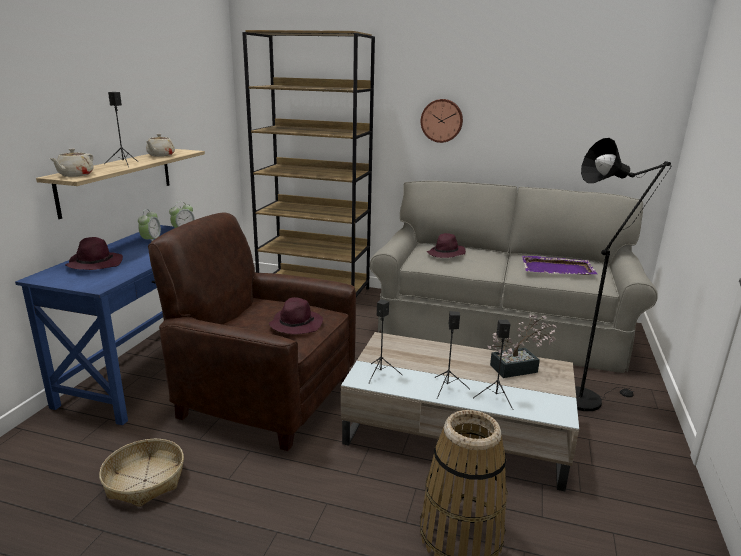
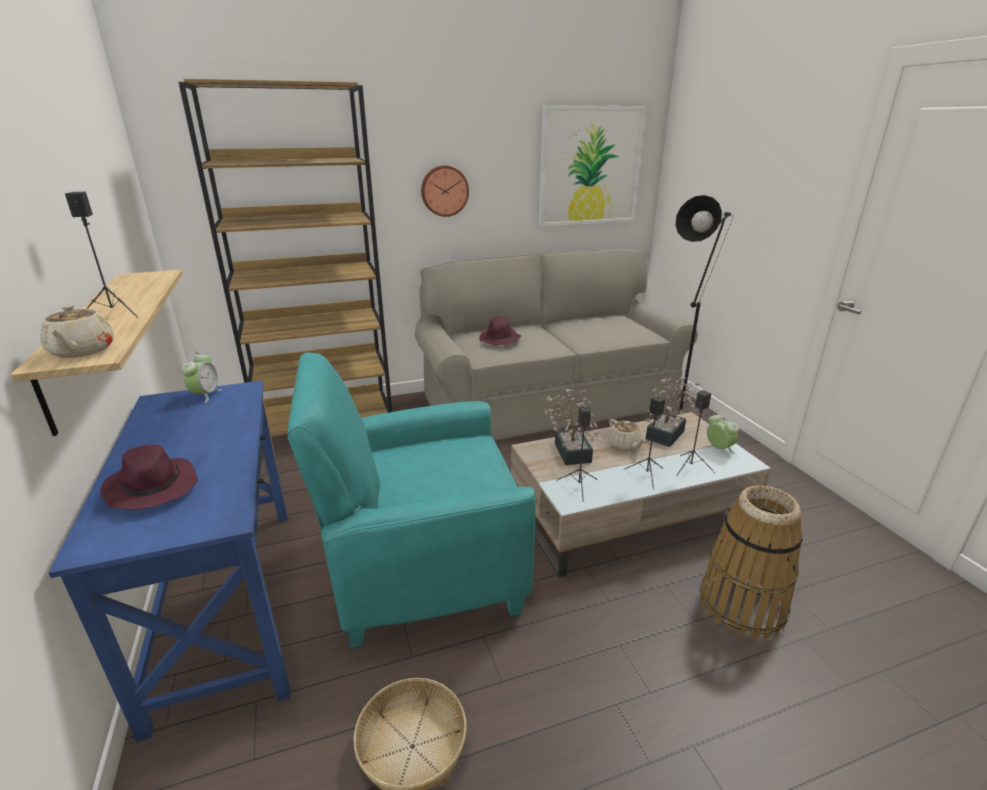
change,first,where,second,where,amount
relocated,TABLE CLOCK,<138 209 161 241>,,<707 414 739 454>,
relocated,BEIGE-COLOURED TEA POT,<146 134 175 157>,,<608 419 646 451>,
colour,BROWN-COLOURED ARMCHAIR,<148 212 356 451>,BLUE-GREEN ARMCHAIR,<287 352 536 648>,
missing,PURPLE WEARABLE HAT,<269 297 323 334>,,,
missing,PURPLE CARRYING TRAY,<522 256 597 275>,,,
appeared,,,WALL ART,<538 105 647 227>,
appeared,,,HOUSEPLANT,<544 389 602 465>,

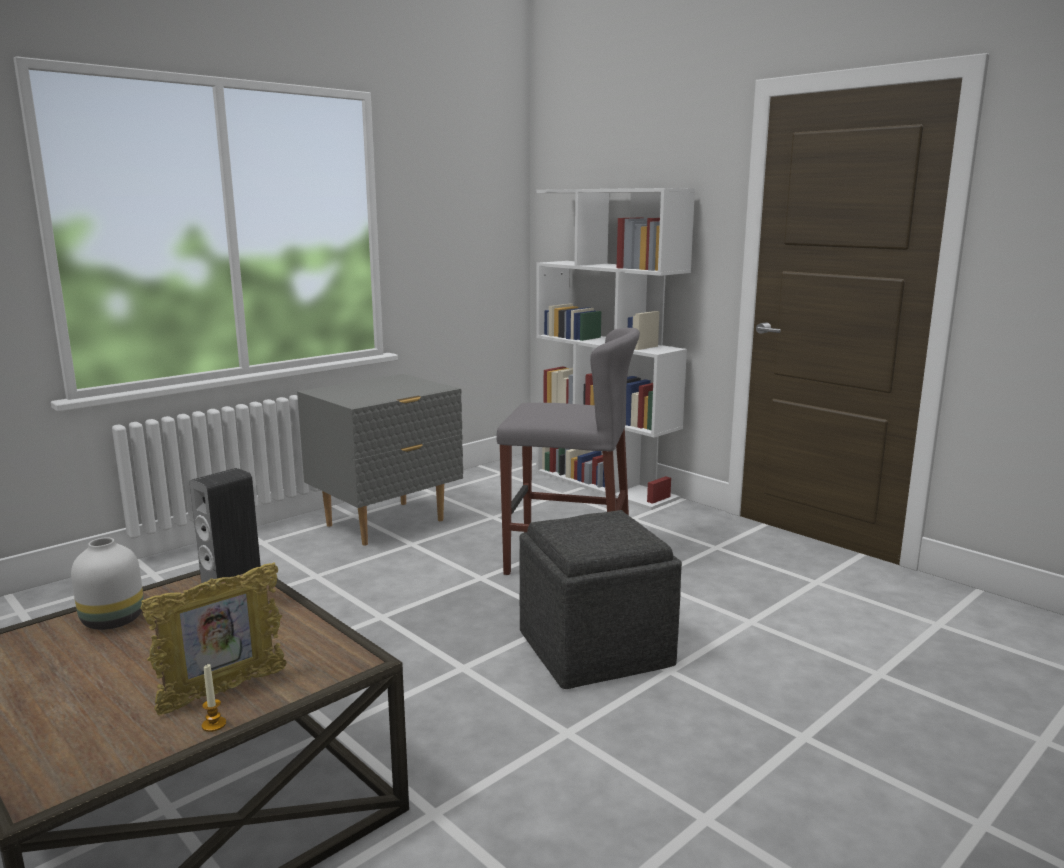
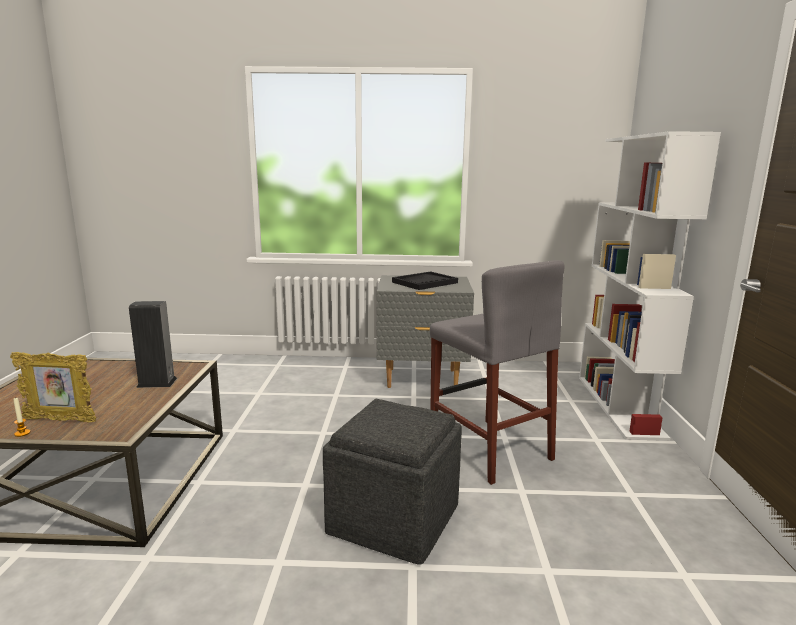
change,first,where,second,where,amount
missing,WHITE DECORATIVE VASE,<71 537 144 630>,,,
appeared,,,BLACK CARRYING TRAY,<392 271 458 290>,

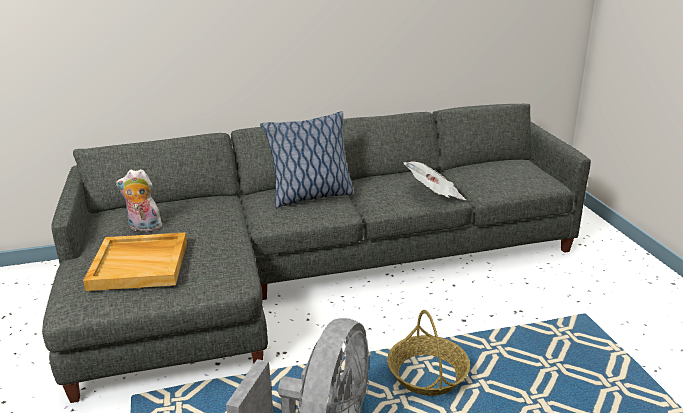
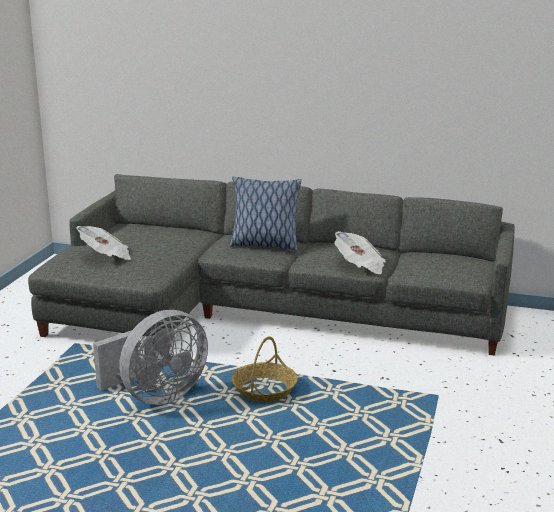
change,first,where,second,where,amount
exchanged,BEIGE-COLOURED CARRYING TRAY,<83 232 187 291>,NEWSPAPER,<76 226 131 260>,
missing,SOFT TOY,<116 169 164 232>,,,

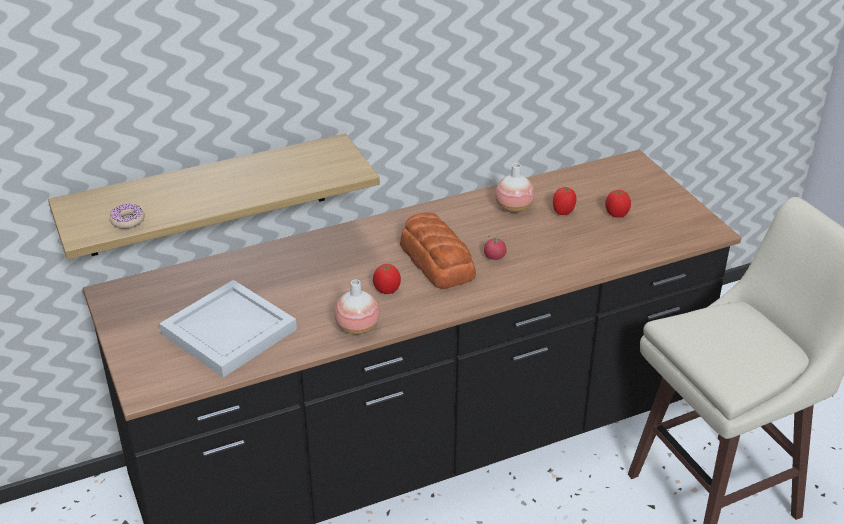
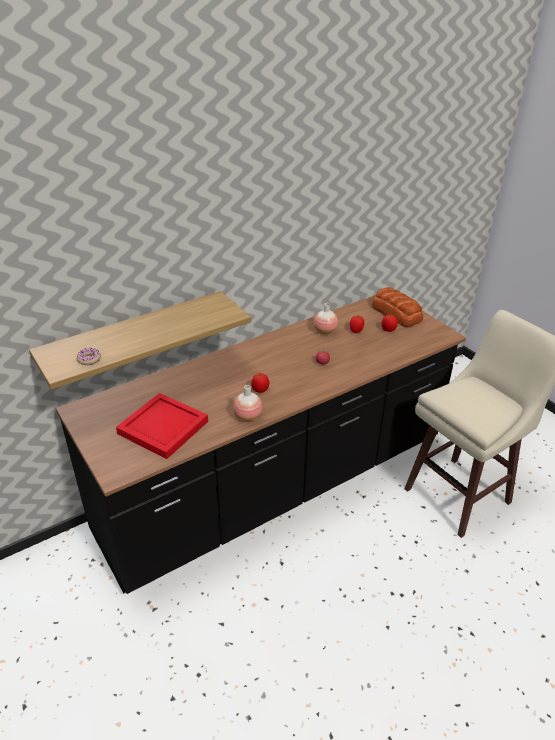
change,first,where,second,where,amount
colour,WHITE CARRYING TRAY,<159 280 297 378>,RED-COLOURED CARRYING TRAY,<116 393 208 459>,
relocated,BAKERY BREAD,<400 212 476 289>,,<372 287 423 327>,

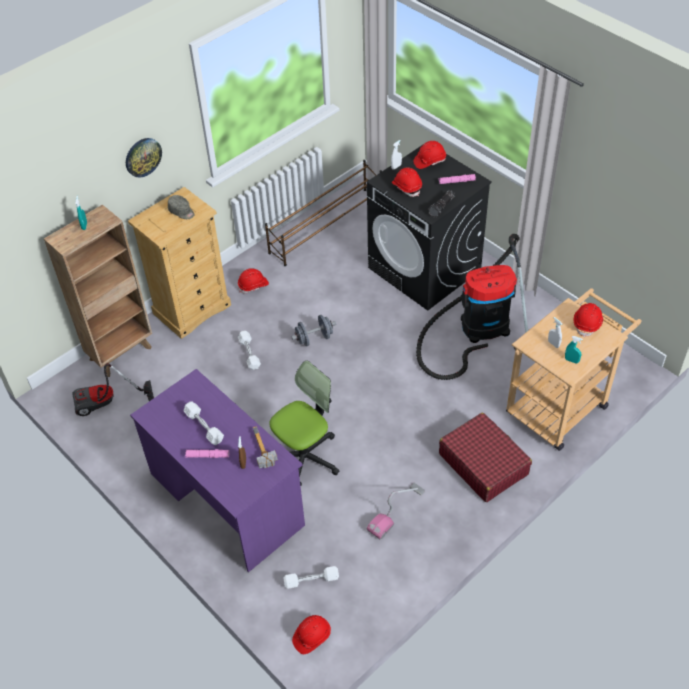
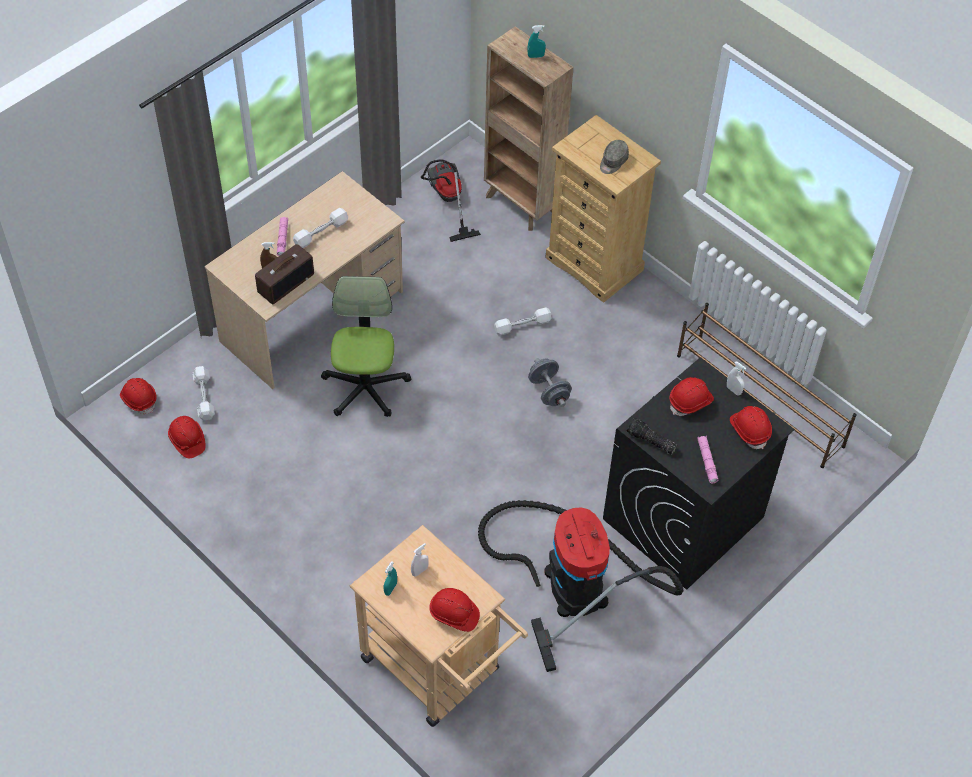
change,first,where,second,where,amount
missing,WALL CLOCK,<126 138 162 178>,,,
colour,PURPLE DESK TABLE,<130 369 305 572>,BEIGE-COLOURED DESK TABLE,<204 171 404 389>,
relocated,RED-COLOURED HARD HAT,<238 268 269 293>,,<168 416 206 458>,
exchanged,HAND HAMMER,<253 426 278 469>,RADIO,<255 244 314 304>,
spun,DESK CHAIR,<269 360 339 486>,,<321 276 411 417>,135 degrees counterclockwise
missing,VACUUM,<367 482 425 540>,,,
missing,RED-COLOURED PIECE OF LUGGAGE,<439 412 532 502>,,,

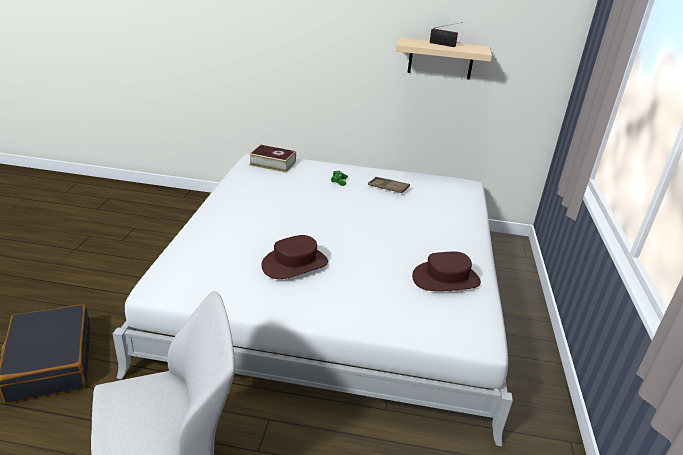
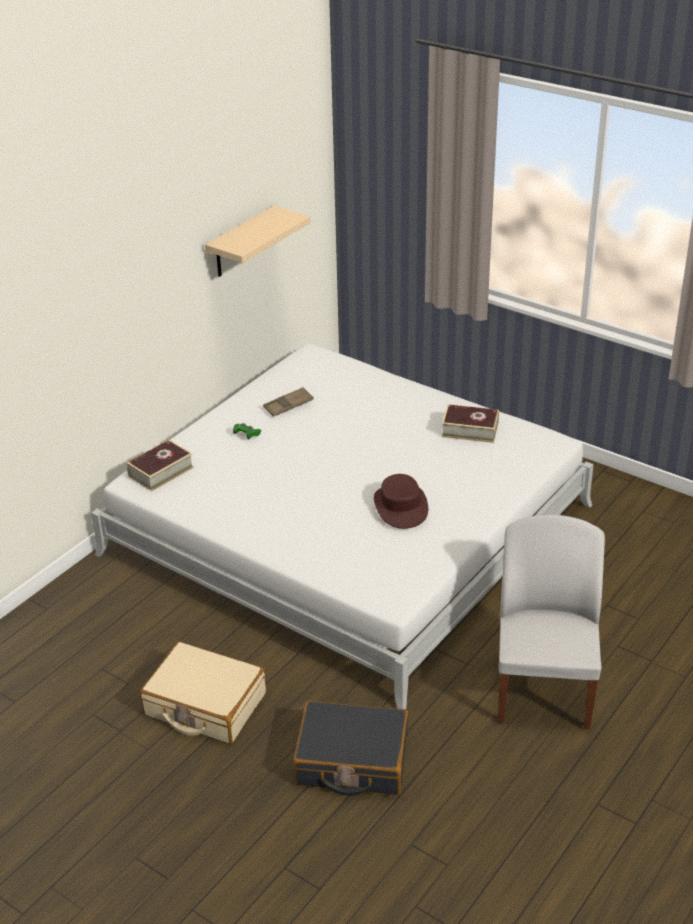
change,first,where,second,where,amount
exchanged,BROWN-COLOURED WEARABLE HAT,<412 252 481 291>,VOLUME,<441 404 499 443>,
missing,RADIO,<430 22 463 47>,,,
appeared,,,BEIGE-COLOURED PIECE OF LUGGAGE,<140 642 266 744>,

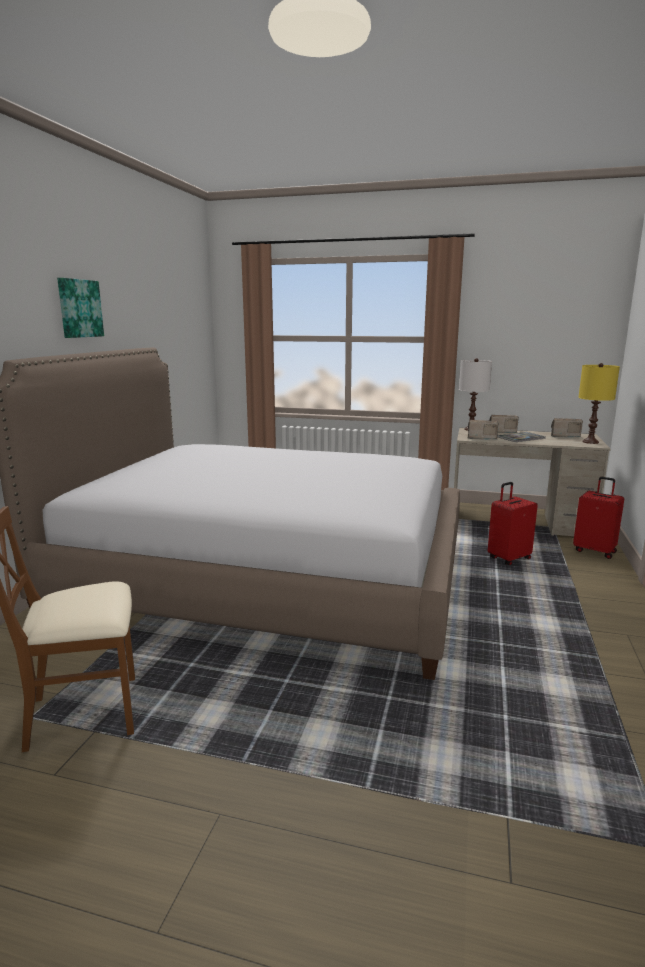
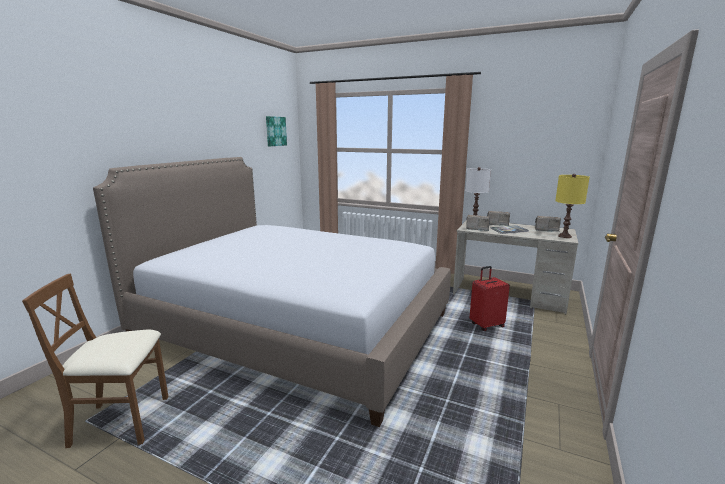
change,first,where,second,where,amount
relocated,WALL ART,<57 278 104 338>,,<266 116 287 146>,
missing,RED-COLOURED PIECE OF LUGGAGE,<573 477 624 559>,,,

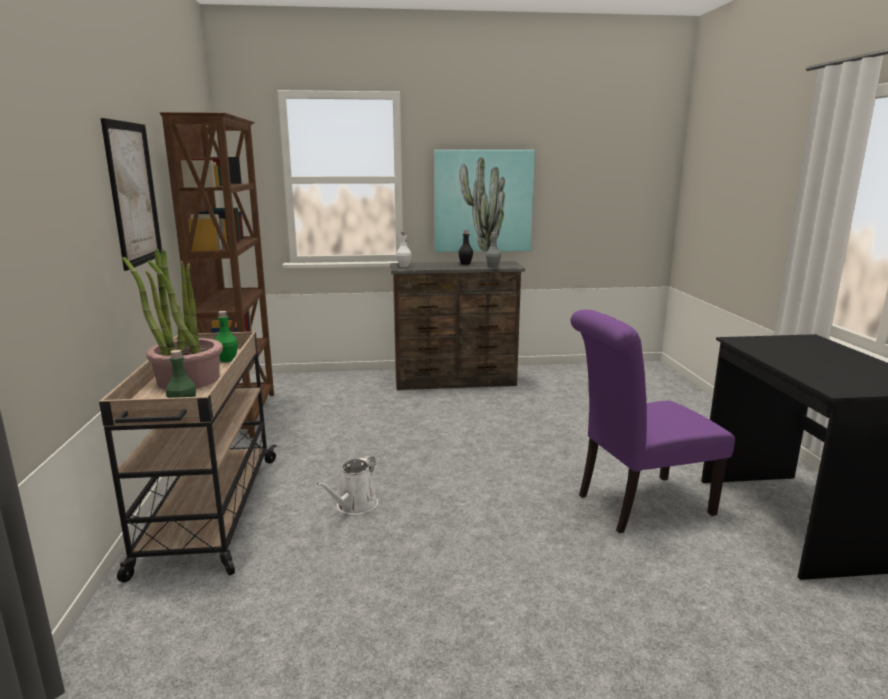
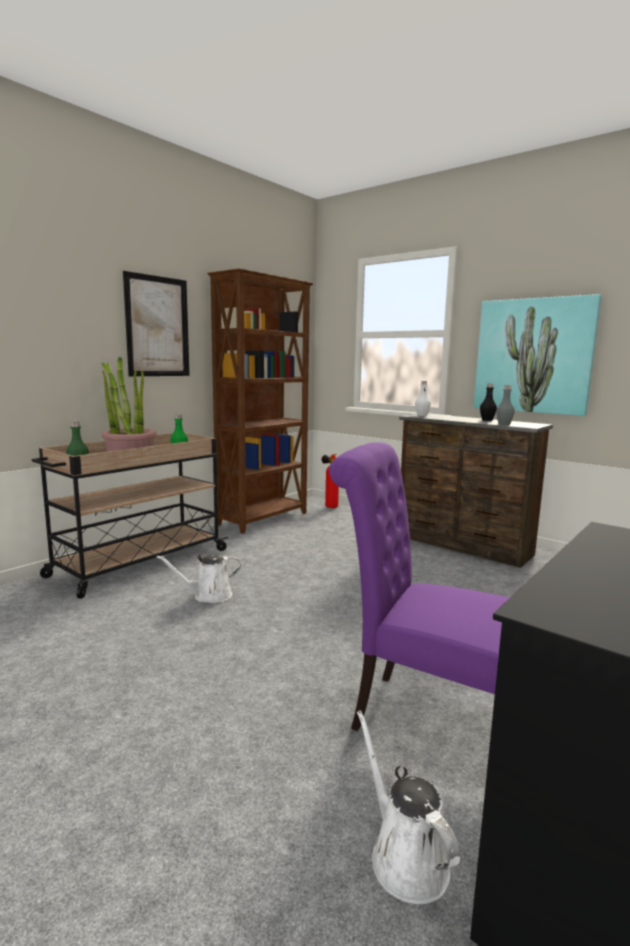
change,first,where,second,where,amount
appeared,,,FIRE-FIGHTING CYLINDER,<322 454 339 508>,
appeared,,,WHITE WATERING POT,<357 710 460 904>,

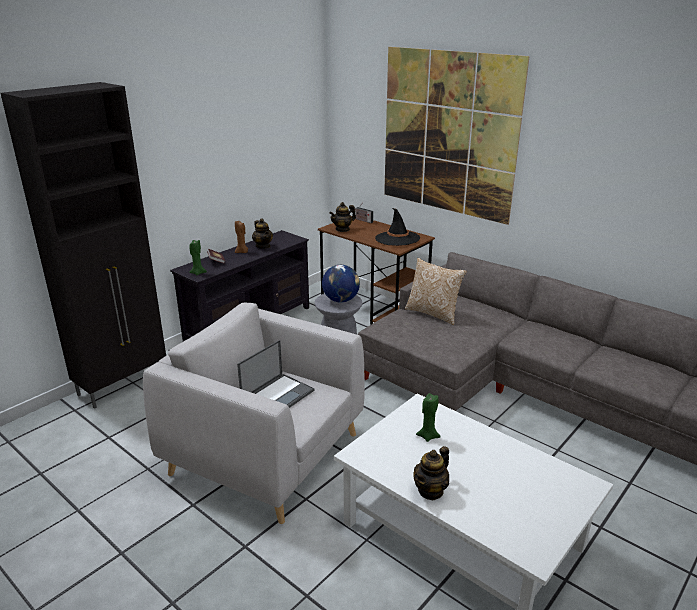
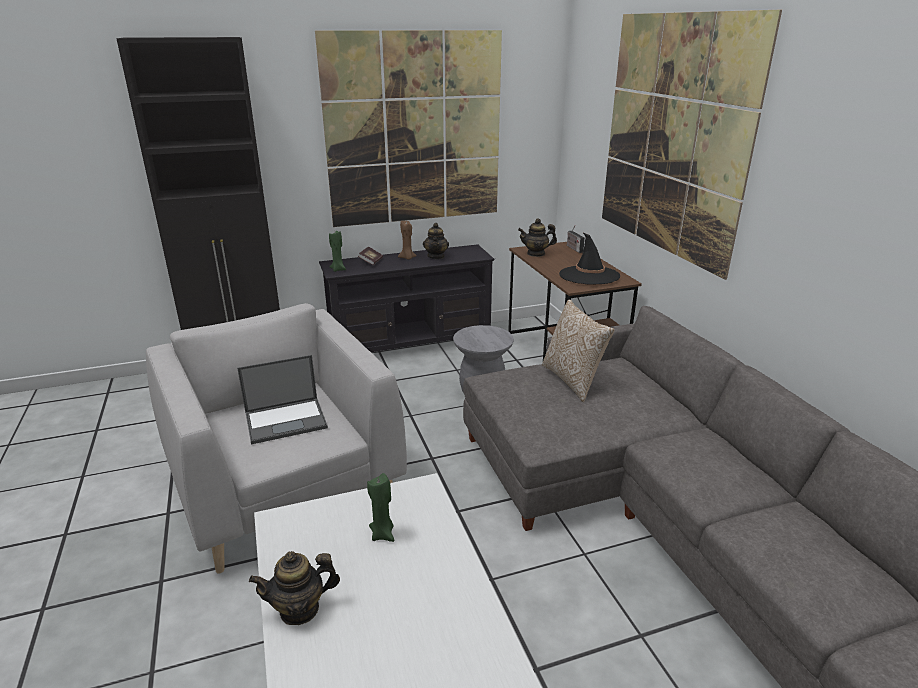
change,first,where,second,where,amount
missing,GLOBE,<322 265 360 302>,,,
appeared,,,WALL ART,<315 30 502 227>,

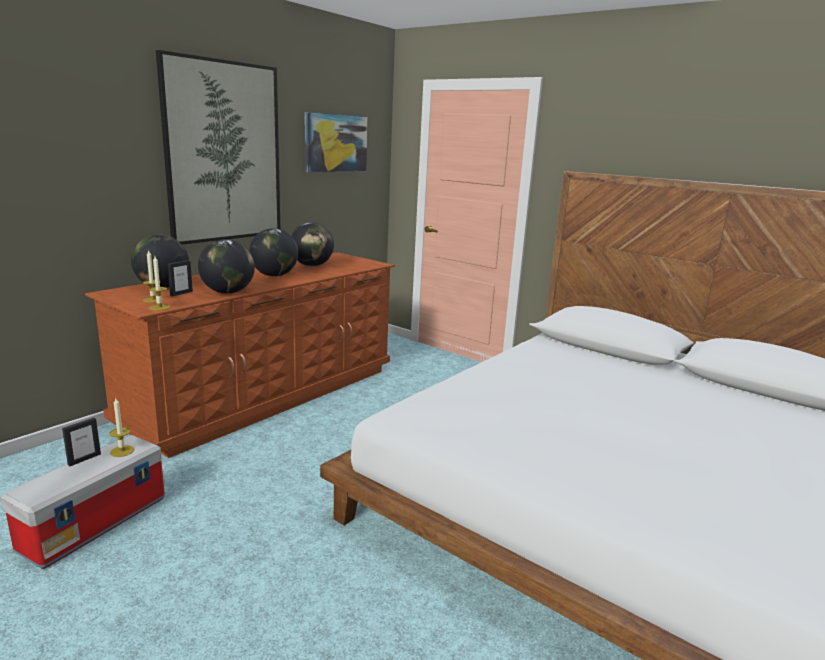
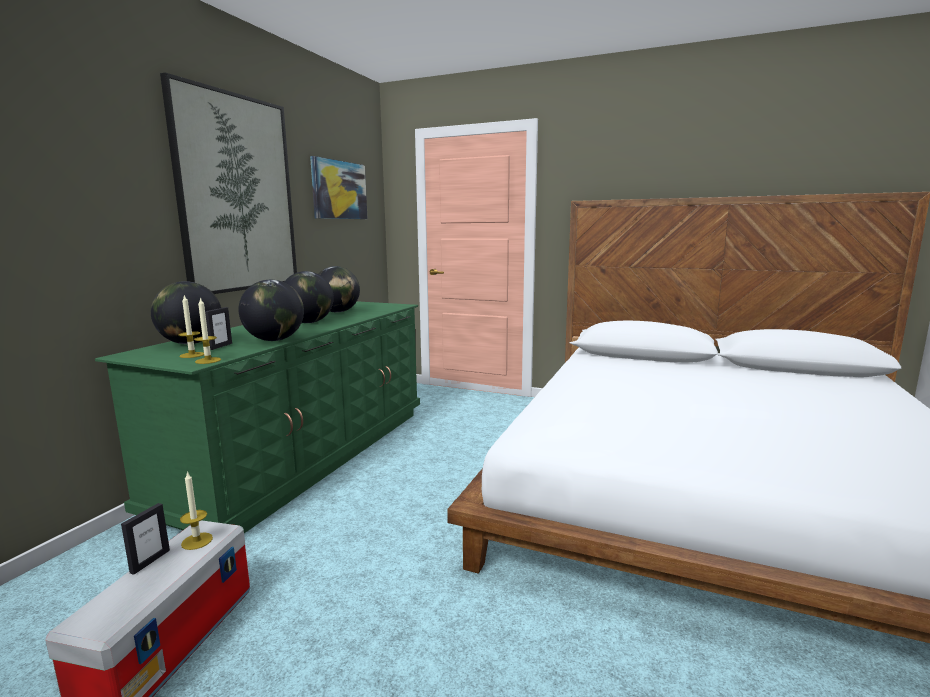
change,first,where,second,where,amount
colour,BROWN-COLOURED CHEST OF DRAWERS,<85 252 395 458>,GREEN-COLOURED CHEST OF DRAWERS,<95 301 420 533>,

